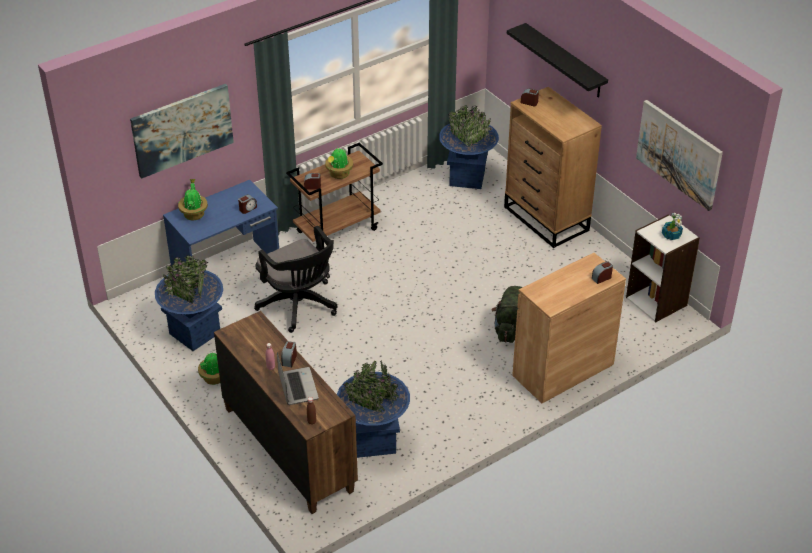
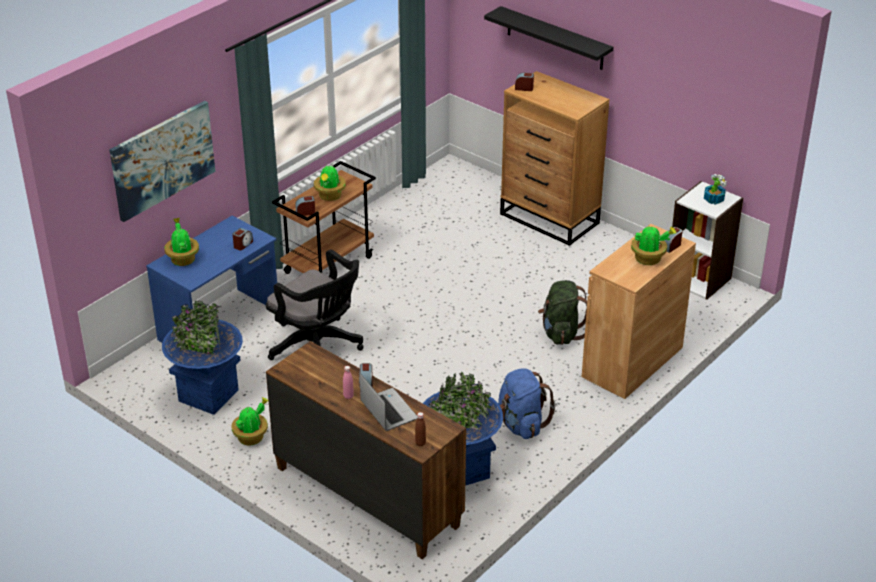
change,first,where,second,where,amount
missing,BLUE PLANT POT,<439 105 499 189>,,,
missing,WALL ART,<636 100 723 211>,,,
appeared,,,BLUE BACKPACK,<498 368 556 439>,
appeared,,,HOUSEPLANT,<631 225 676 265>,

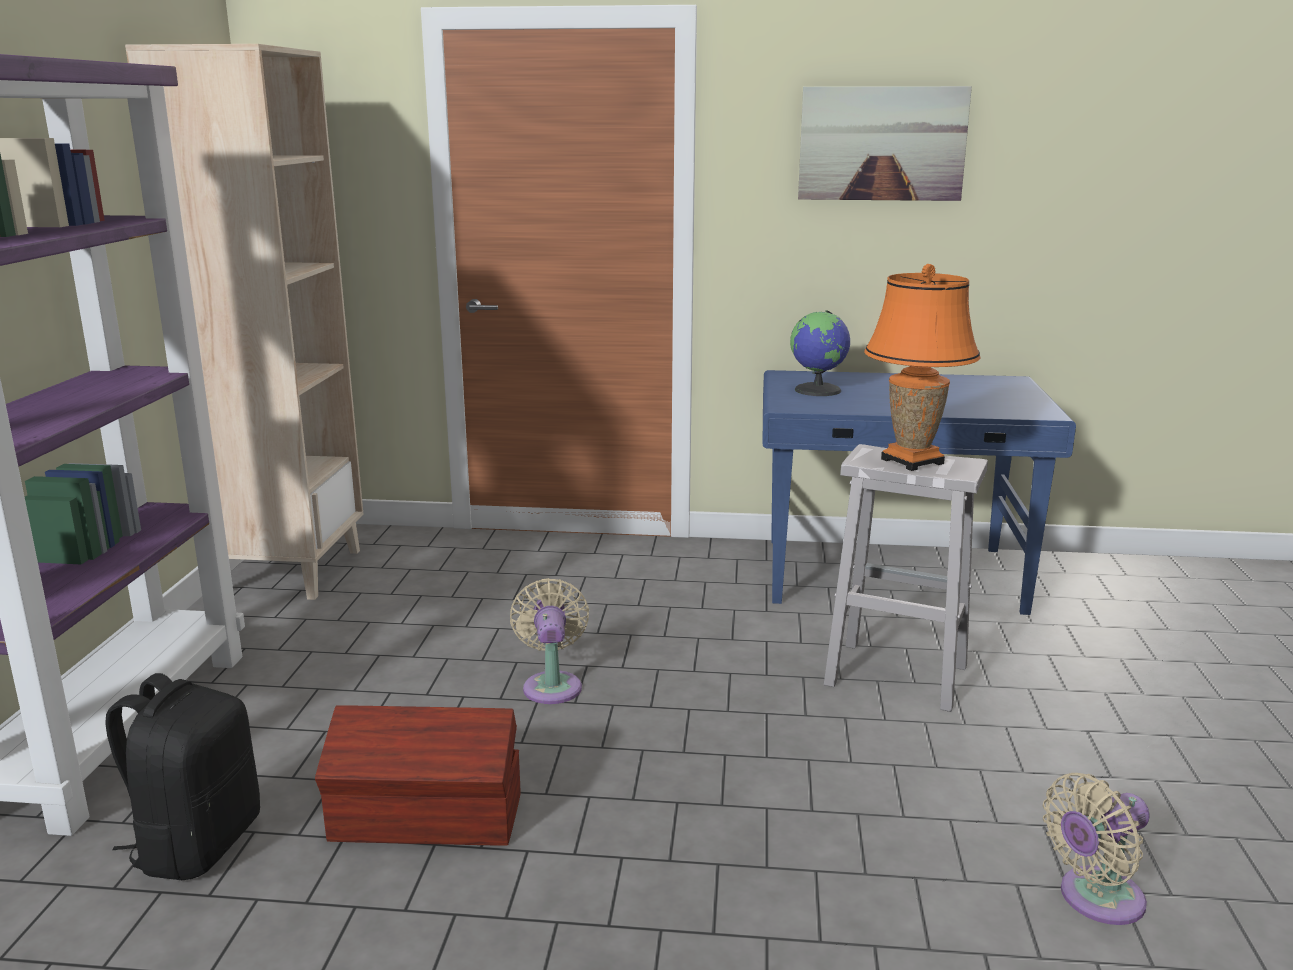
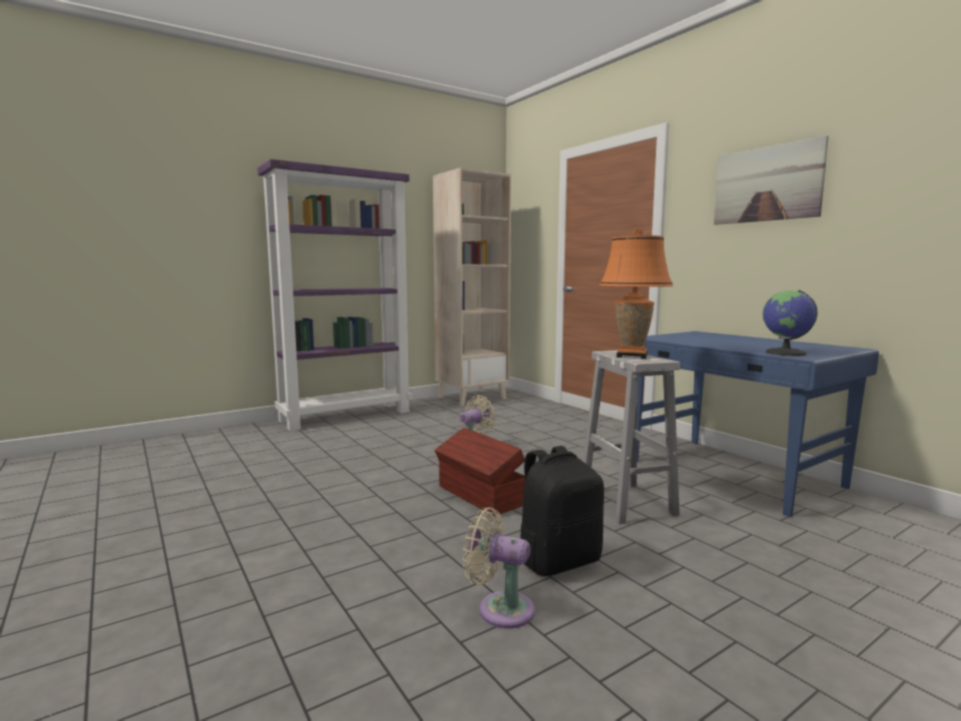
change,first,where,second,where,amount
relocated,BLACK BACKPACK,<105 673 260 880>,,<520 446 604 576>,
relocated,BROWN-COLOURED STORAGE CONTAINER,<315 705 520 846>,,<434 428 525 516>,
relocated,GLOBE,<790 310 850 396>,,<763 290 817 356>,

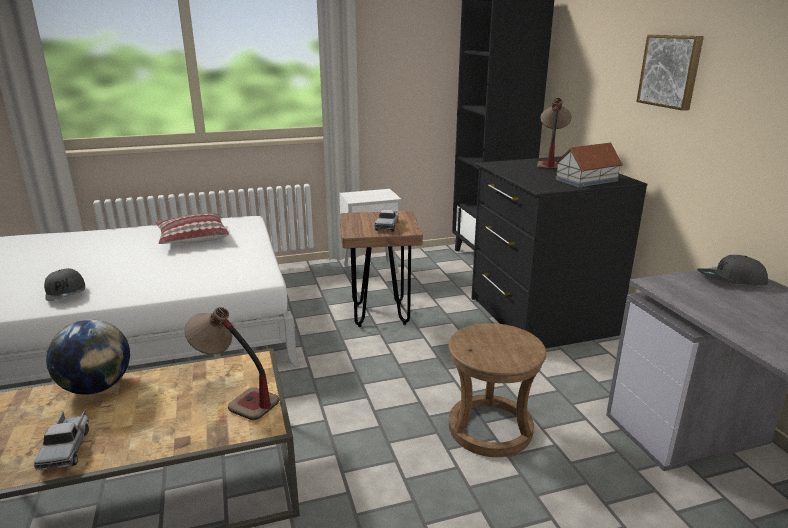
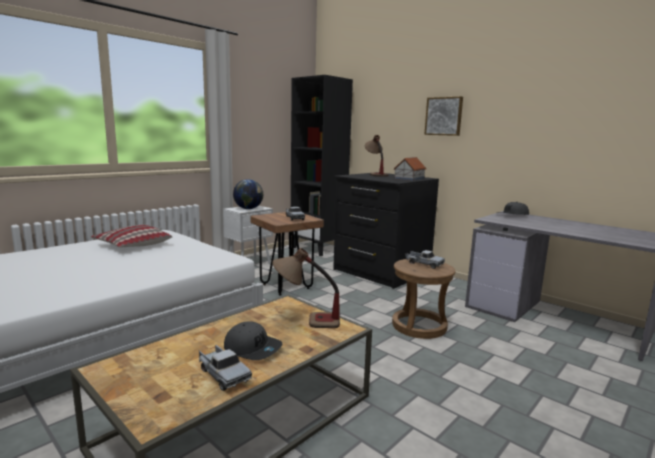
change,first,where,second,where,amount
relocated,GREY CAP,<44 268 85 301>,,<224 322 282 360>,
relocated,GLOBE,<46 319 130 395>,,<233 179 263 209>,
appeared,,,MODEL TRUCK,<405 250 445 269>,

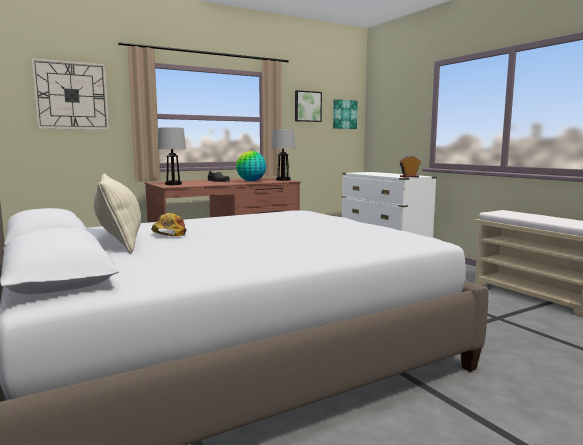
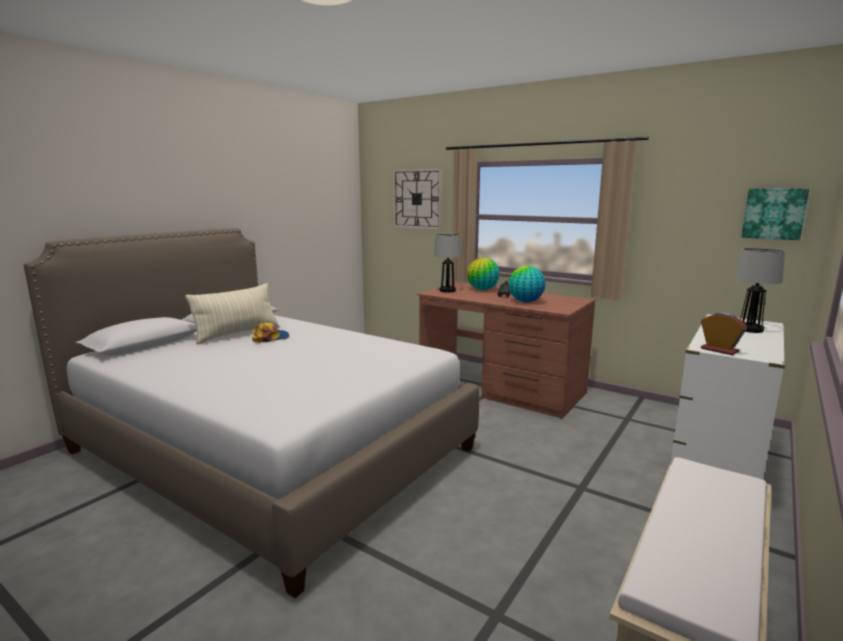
change,first,where,second,where,amount
relocated,LAMP FOR A TABLE,<271 129 295 181>,,<735 248 785 333>,
missing,WALL ART,<295 90 322 122>,,,
appeared,,,GLOBE,<467 258 500 290>,

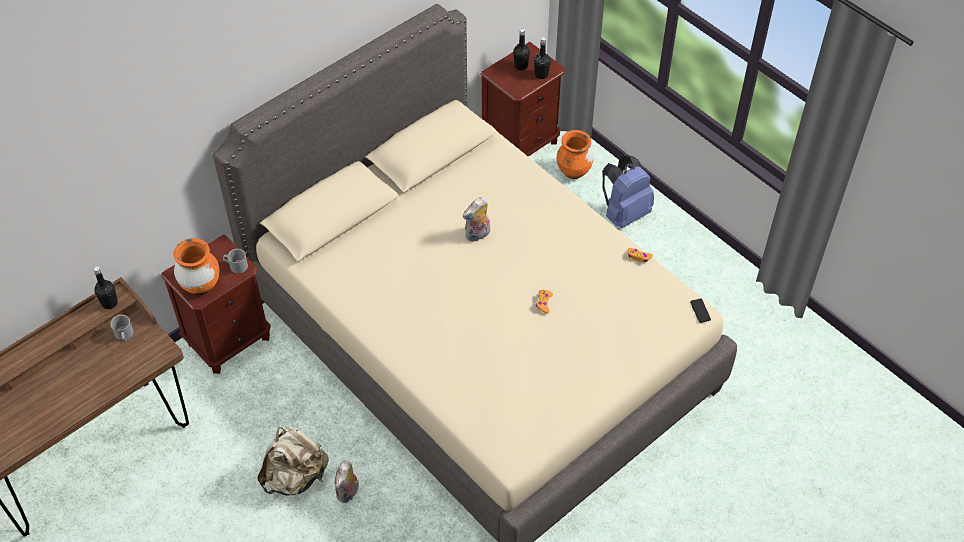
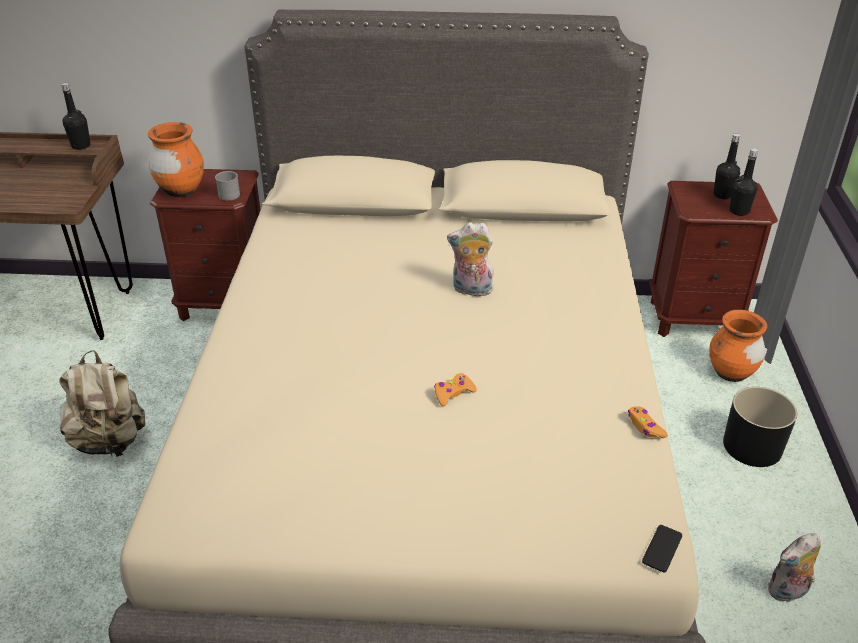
change,first,where,second,where,amount
missing,GREY TEA MUG,<110 315 133 342>,,,
relocated,SOFT TOY,<335 460 359 503>,,<768 533 821 602>,
exchanged,BLUE BACKPACK,<602 155 654 228>,BLACK PLANT POT,<723 387 797 467>,

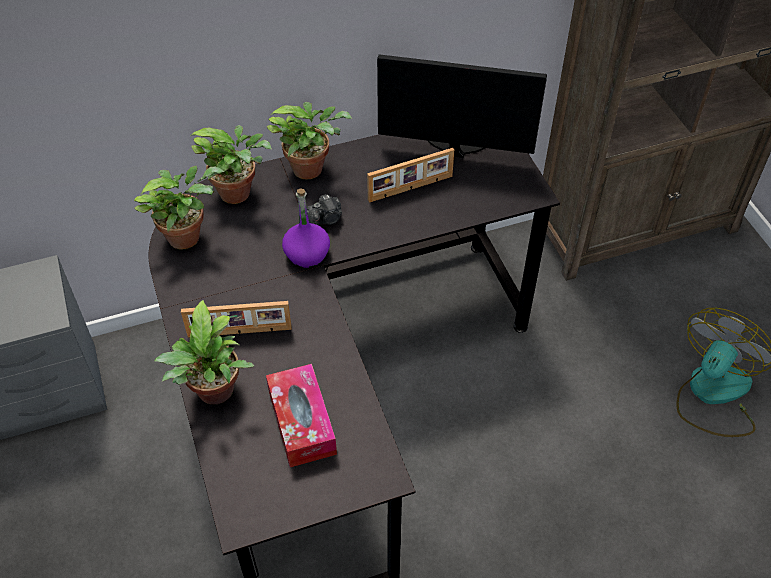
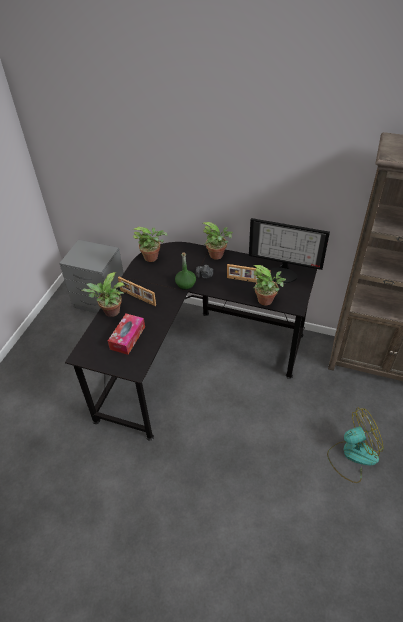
change,first,where,second,where,amount
relocated,HOUSEPLANT,<190 125 272 204>,,<253 265 286 305>,
colour,PURPLE BEVERAGE BOTTLE,<282 188 330 268>,GREEN-COLOURED BEVERAGE BOTTLE,<175 252 196 290>,
spun,COMPUTER SCREEN,<377 55 547 158>,,<249 218 330 283>,150 degrees clockwise

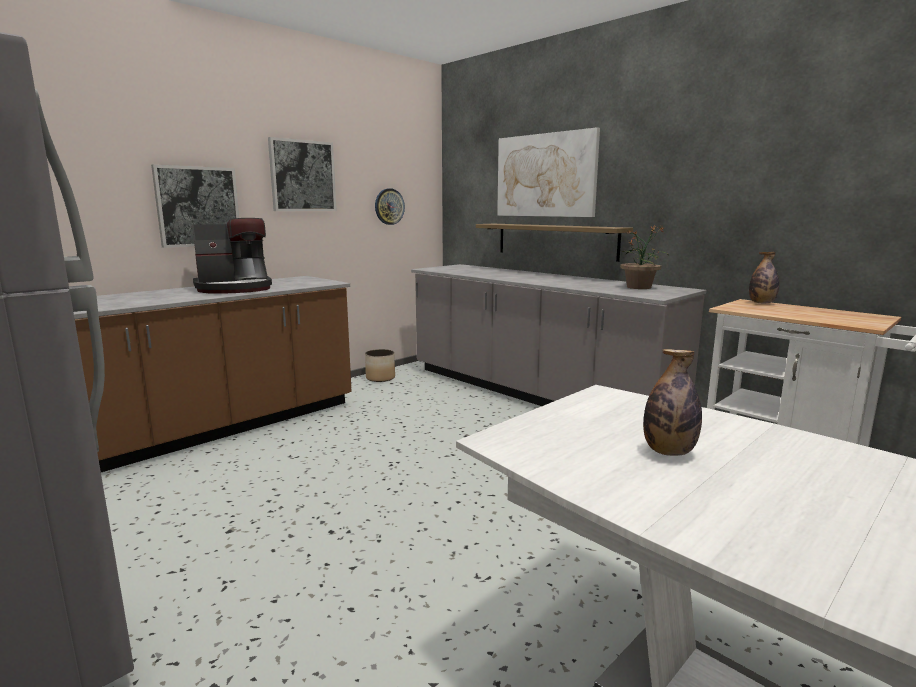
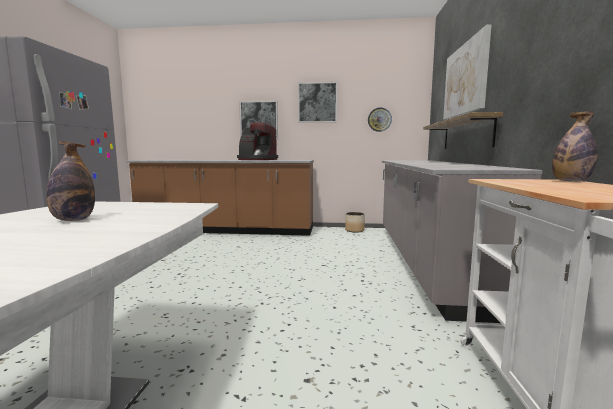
change,first,where,second,where,amount
missing,HOUSEPLANT,<620 226 667 289>,,,

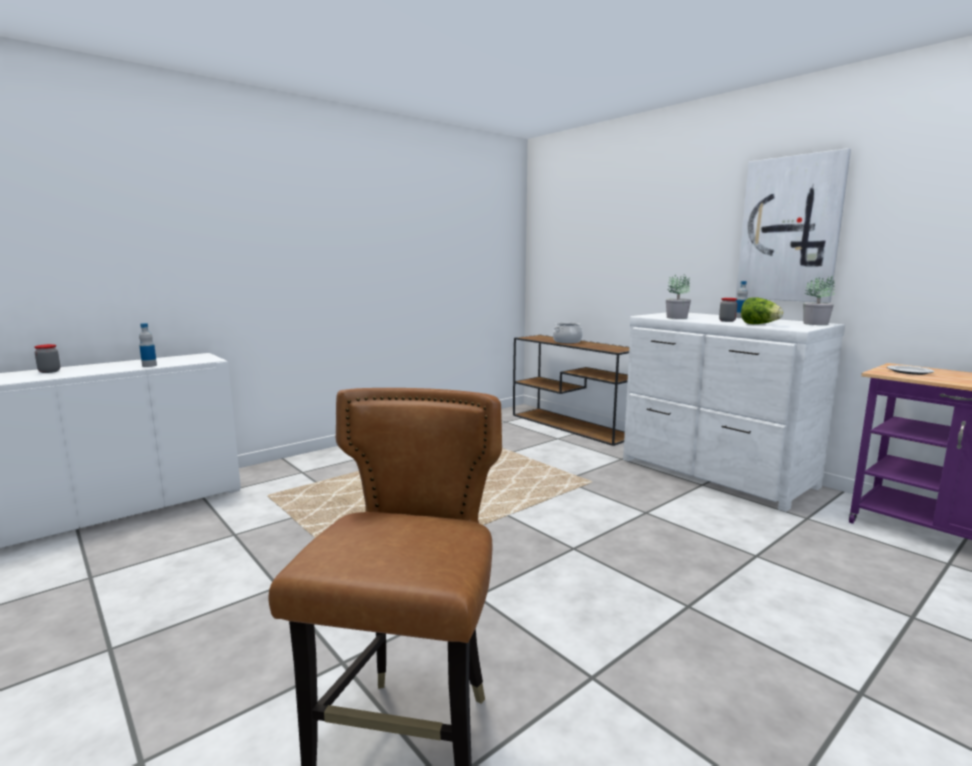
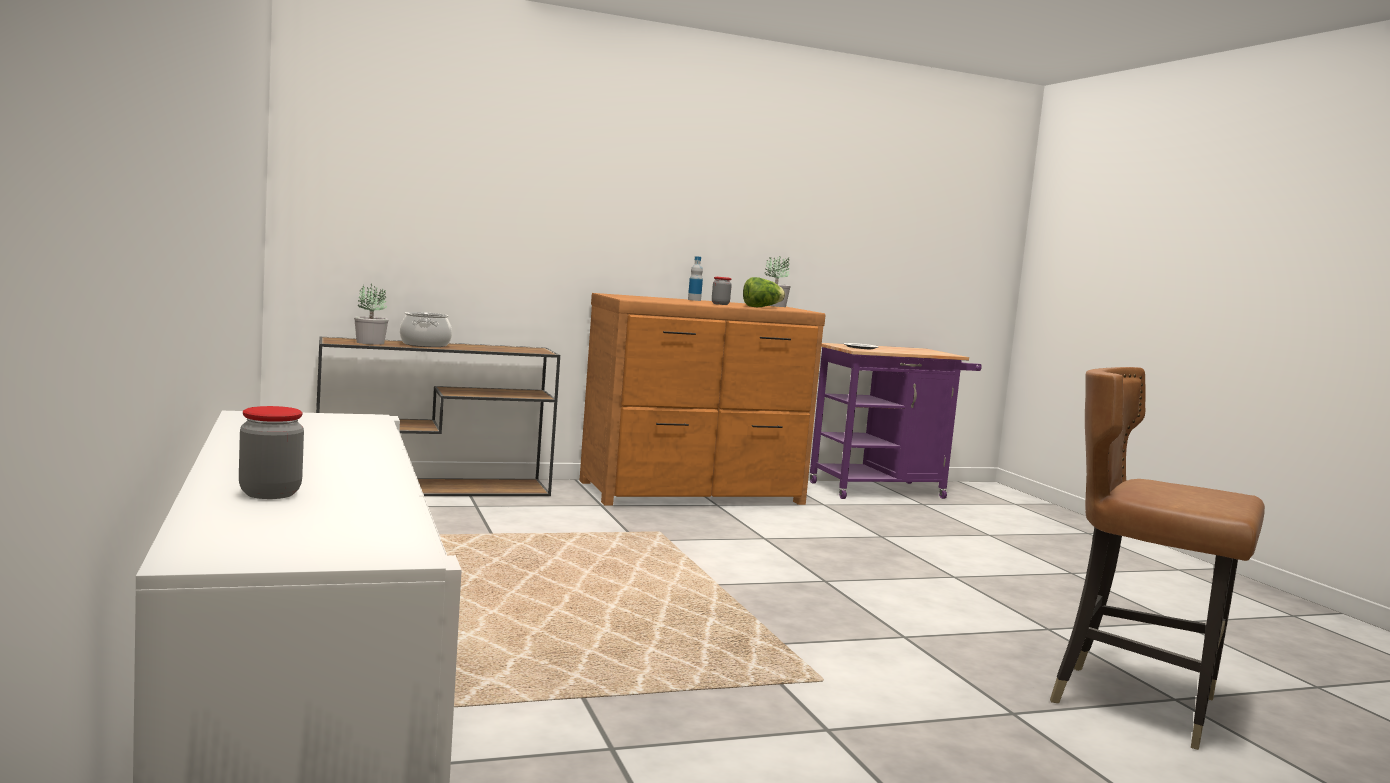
change,first,where,second,where,amount
missing,BEVERAGE BOTTLE,<139 323 157 367>,,,
colour,WHITE CHEST OF DRAWERS,<623 313 845 512>,BROWN-COLOURED CHEST OF DRAWERS,<579 293 825 506>,
relocated,HOUSEPLANT,<666 274 691 319>,,<354 284 388 345>,
missing,WALL ART,<735 148 851 303>,,,

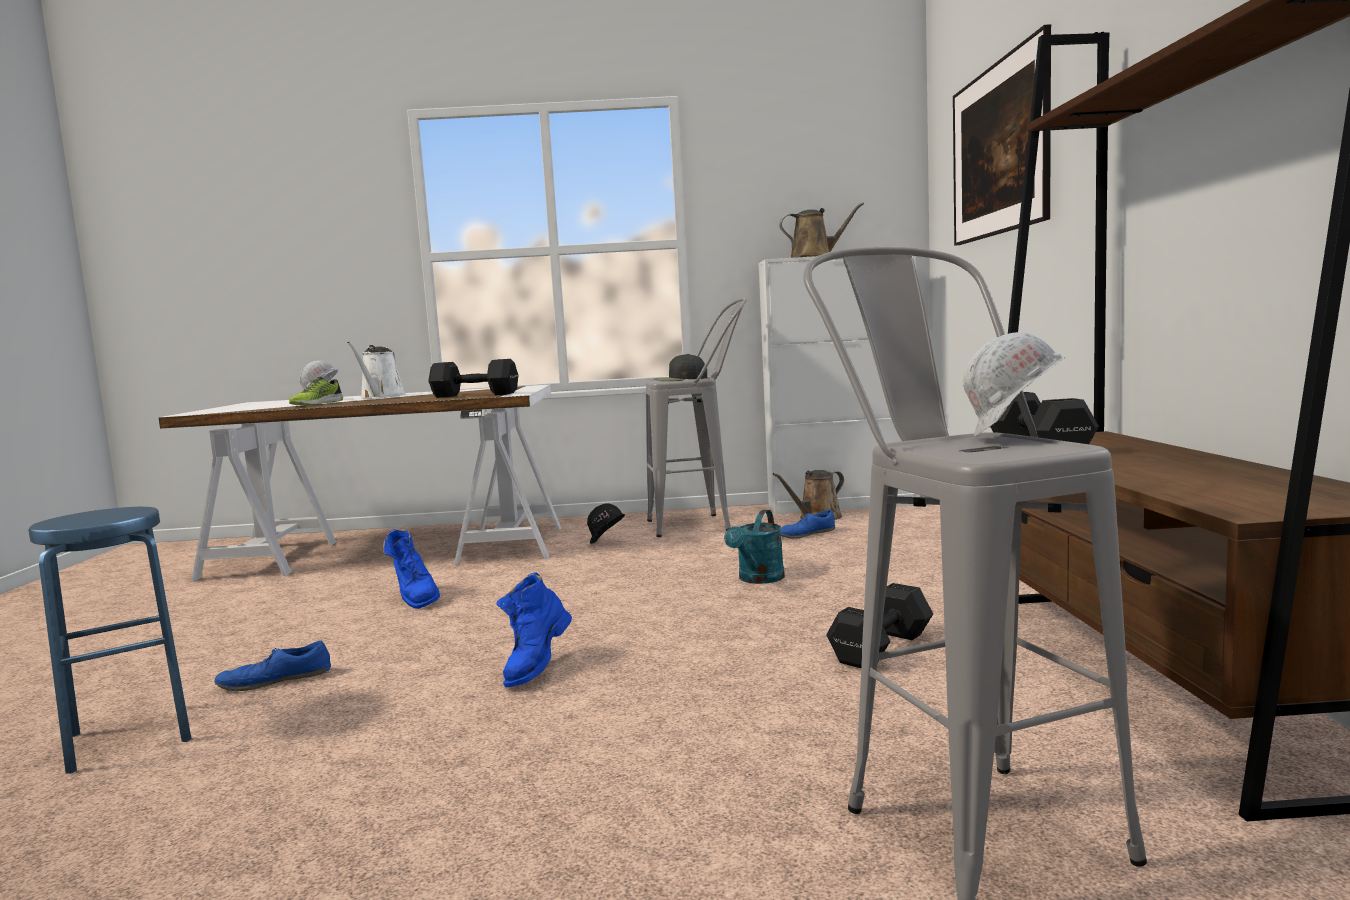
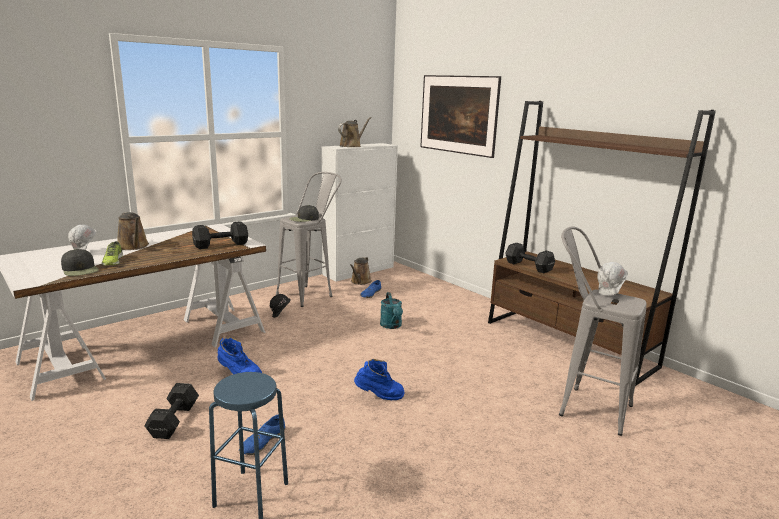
change,first,where,second,where,amount
colour,WHITE WATERING POT,<347 341 406 399>,BROWN-COLOURED WATERING POT,<118 212 149 250>,
spun,BLUE TALL BOOT,<496 572 572 688>,,<354 359 405 400>,75 degrees counterclockwise
relocated,BLACK HAND WEIGHT,<826 583 933 668>,,<144 383 199 439>,
appeared,,,BLACK CAP,<61 249 99 276>,

